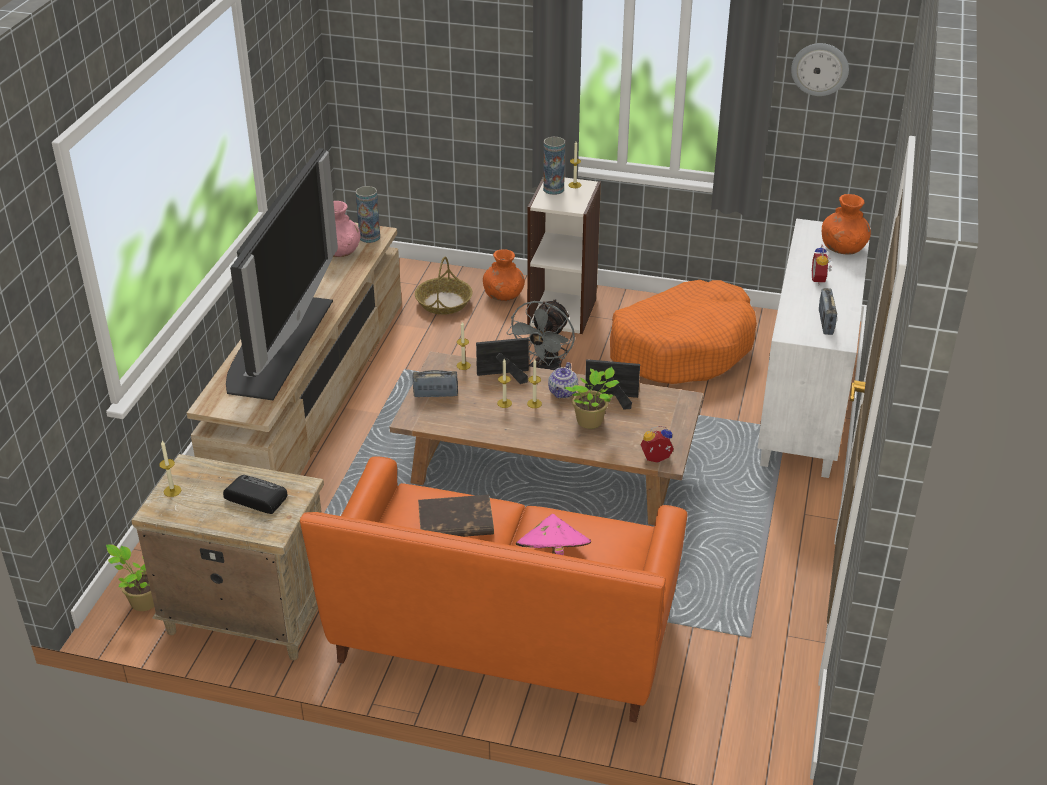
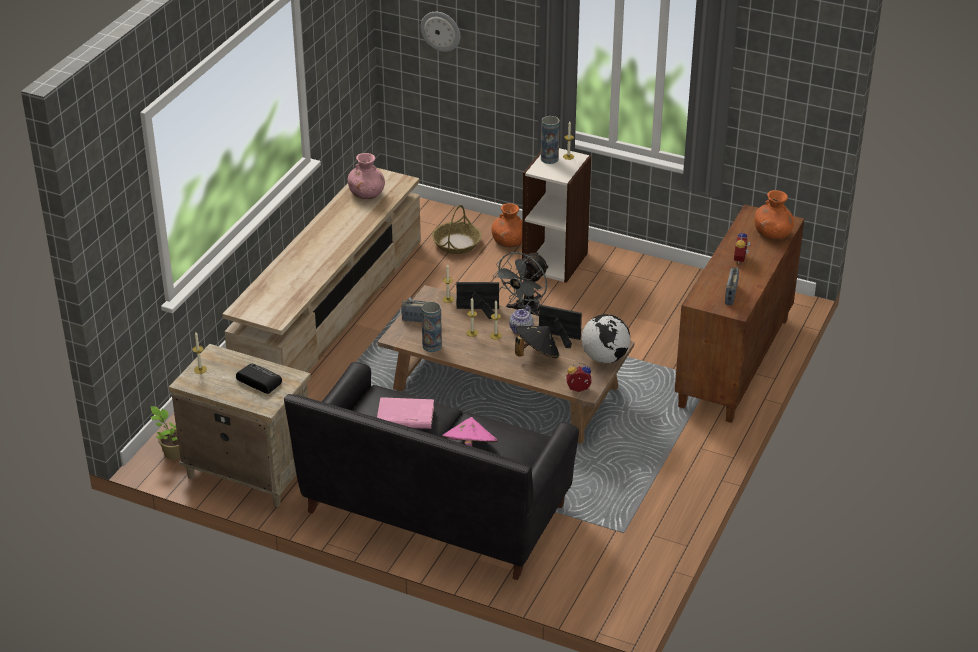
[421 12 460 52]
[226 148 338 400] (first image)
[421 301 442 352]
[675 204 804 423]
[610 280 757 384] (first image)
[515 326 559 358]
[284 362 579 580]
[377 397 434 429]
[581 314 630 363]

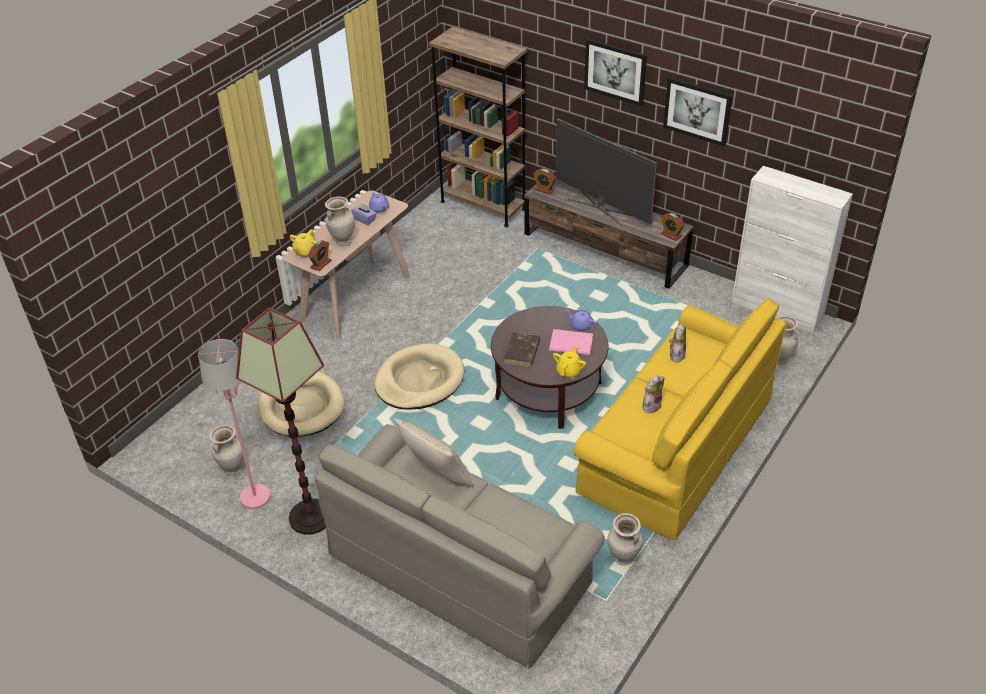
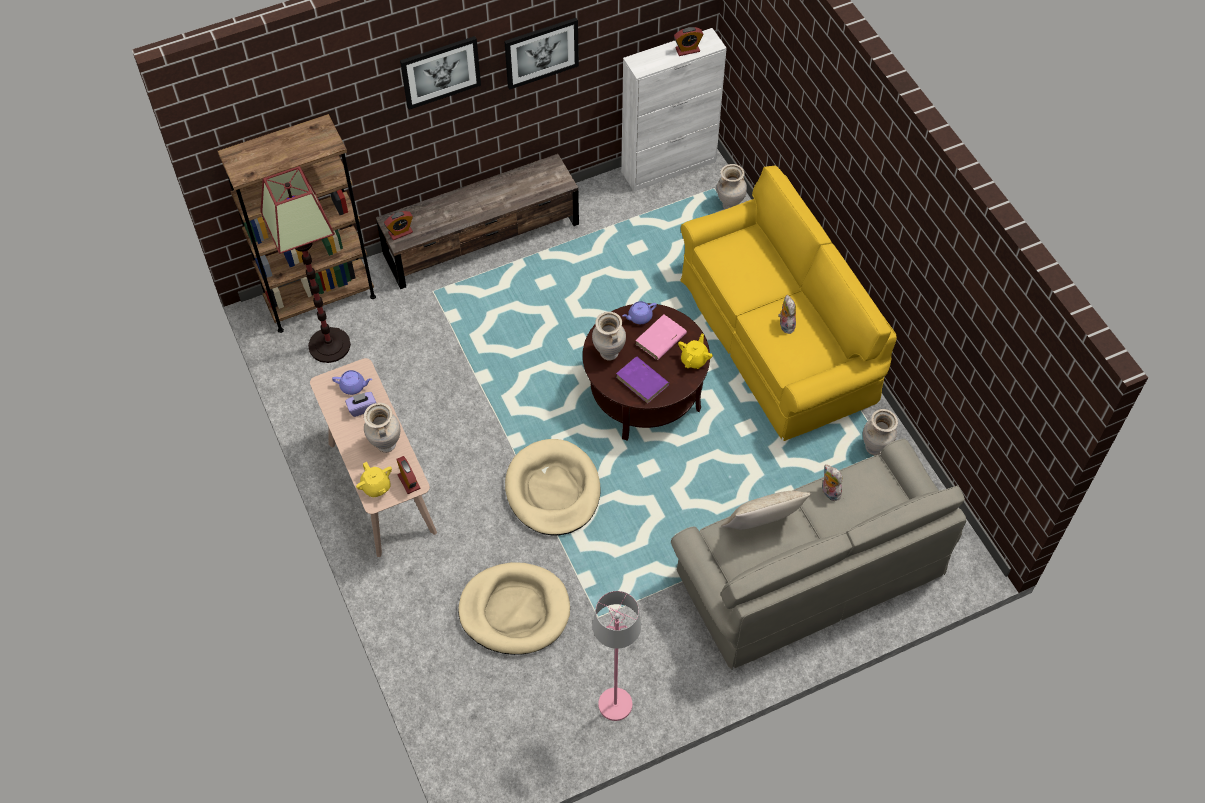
[556 118 657 226] (first image)
[674 27 703 56]
[260 166 351 363]
[822 464 842 501]
[616 357 669 404]
[678 334 713 369]
[592 312 626 361]

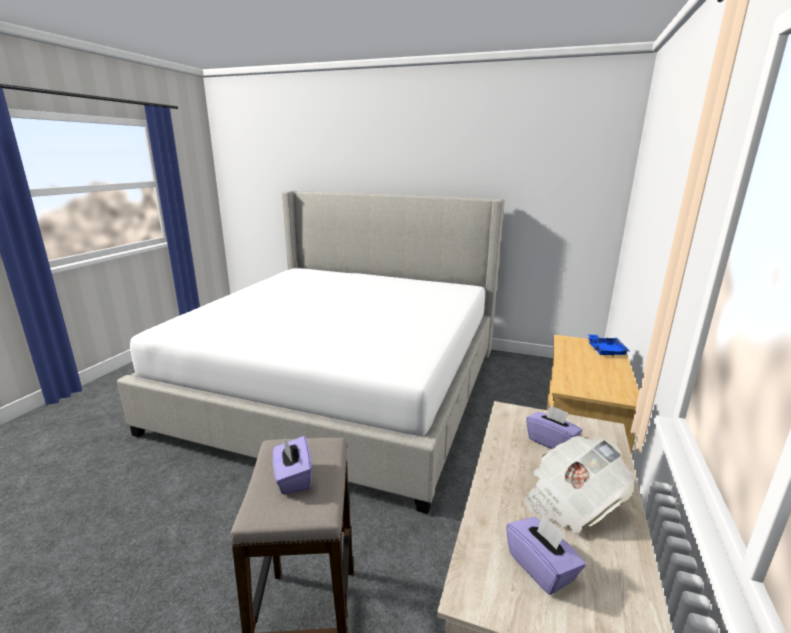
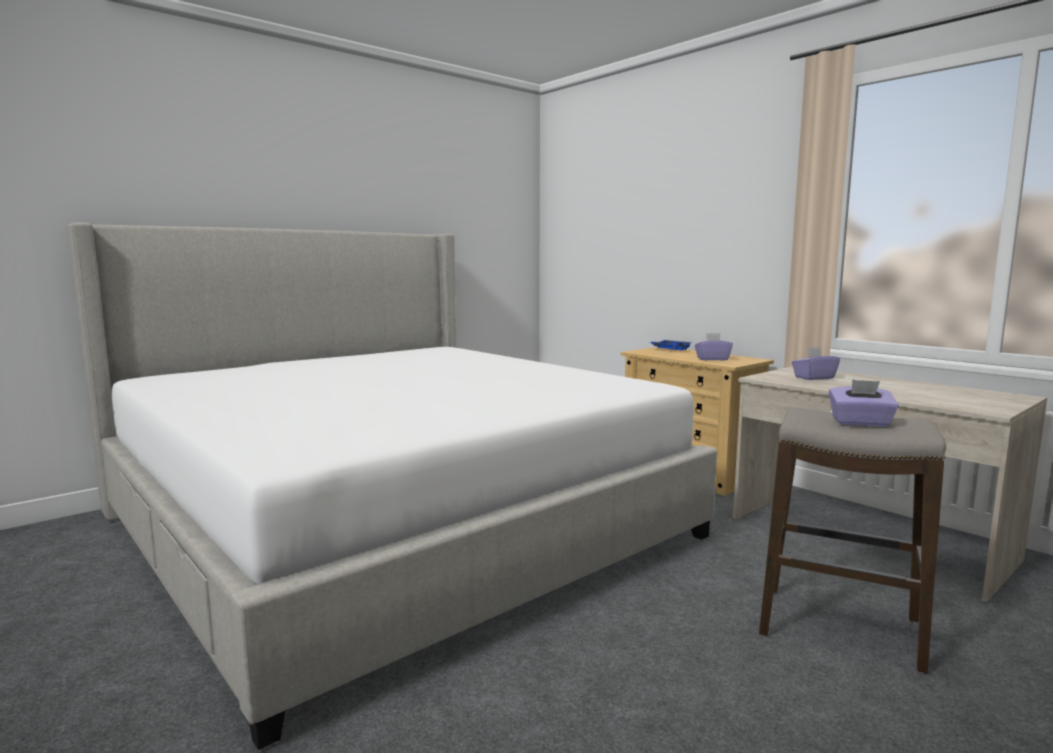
[523 436 634 533] (first image)
[695 333 733 360]

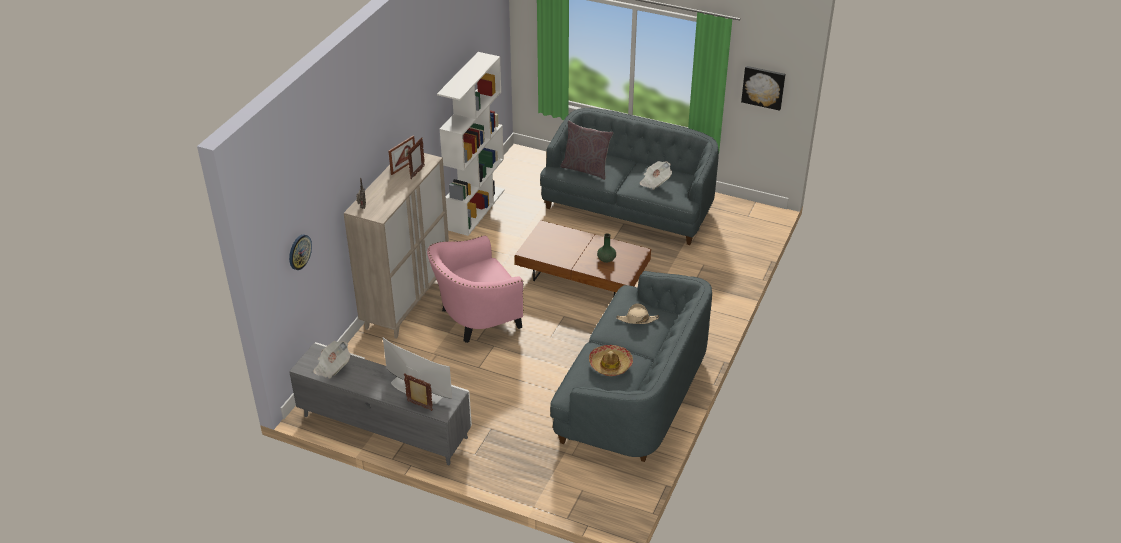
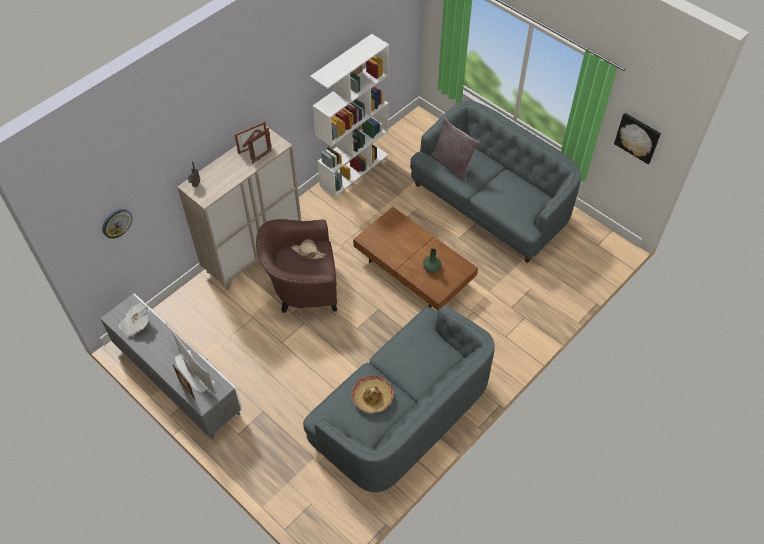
[640 161 672 189] (first image)
[256 219 337 313]
[291 239 326 259]

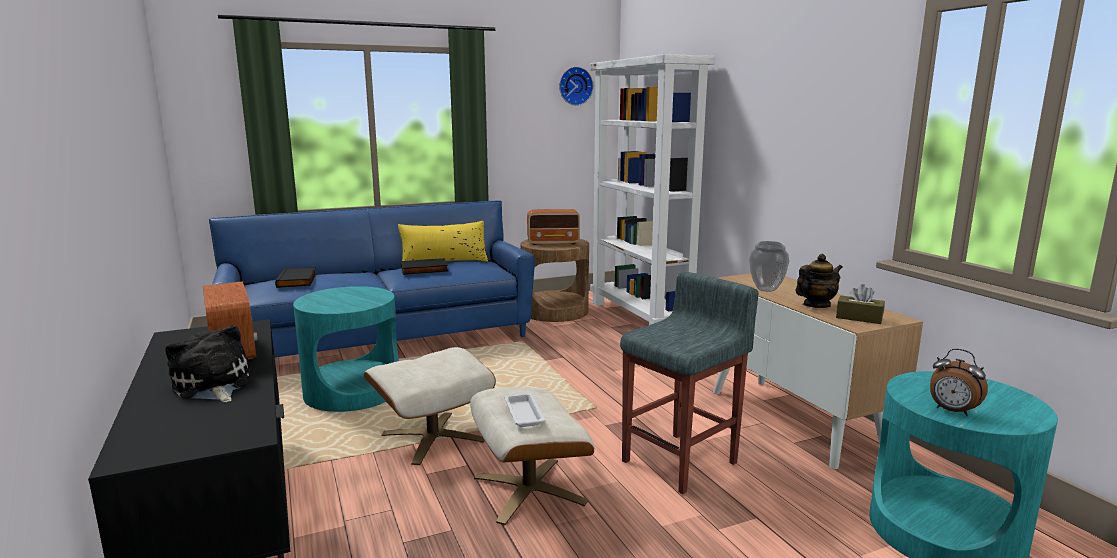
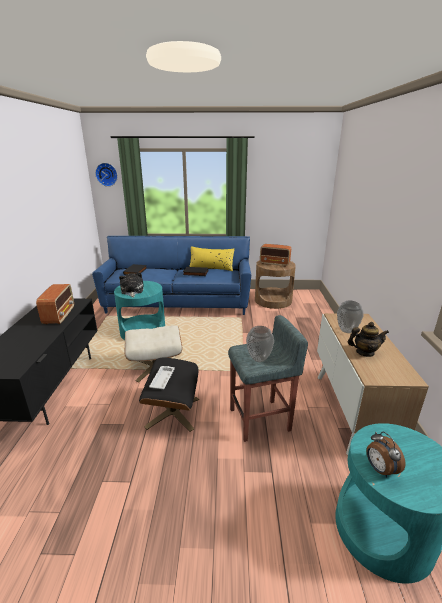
[590 54 715 325] (first image)
[95 163 118 187]
[836 284 885 324] (first image)
[119 272 144 298]
[139 358 199 432]
[246 326 274 362]

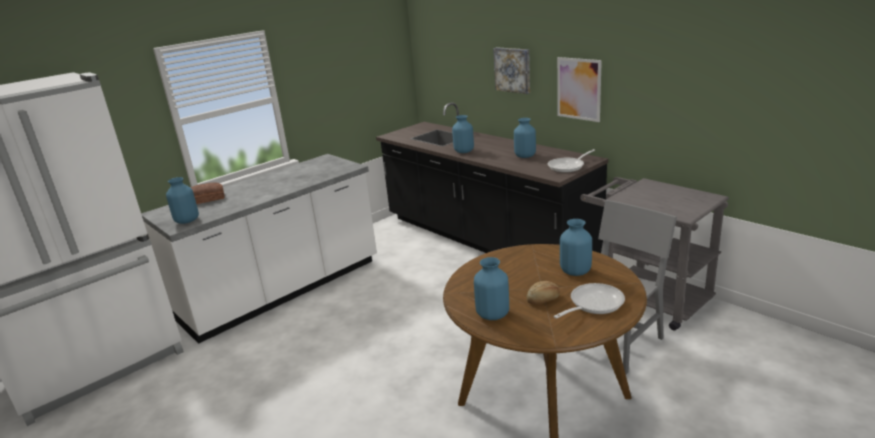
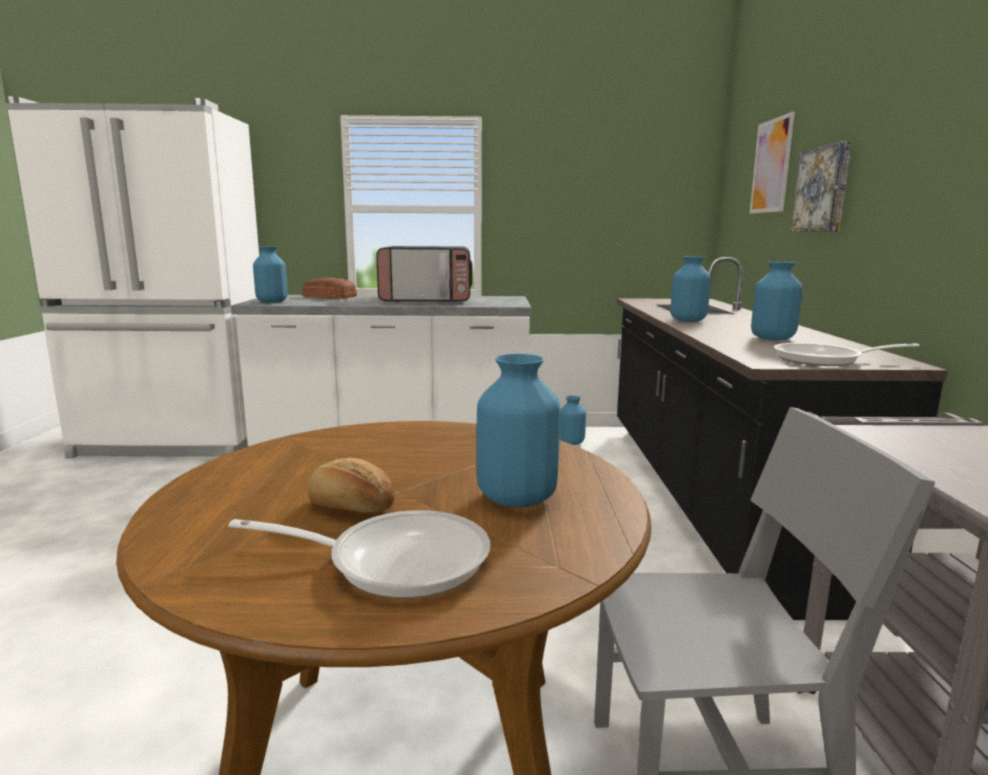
[750 112 795 214]
[560 396 586 445]
[376 246 472 303]

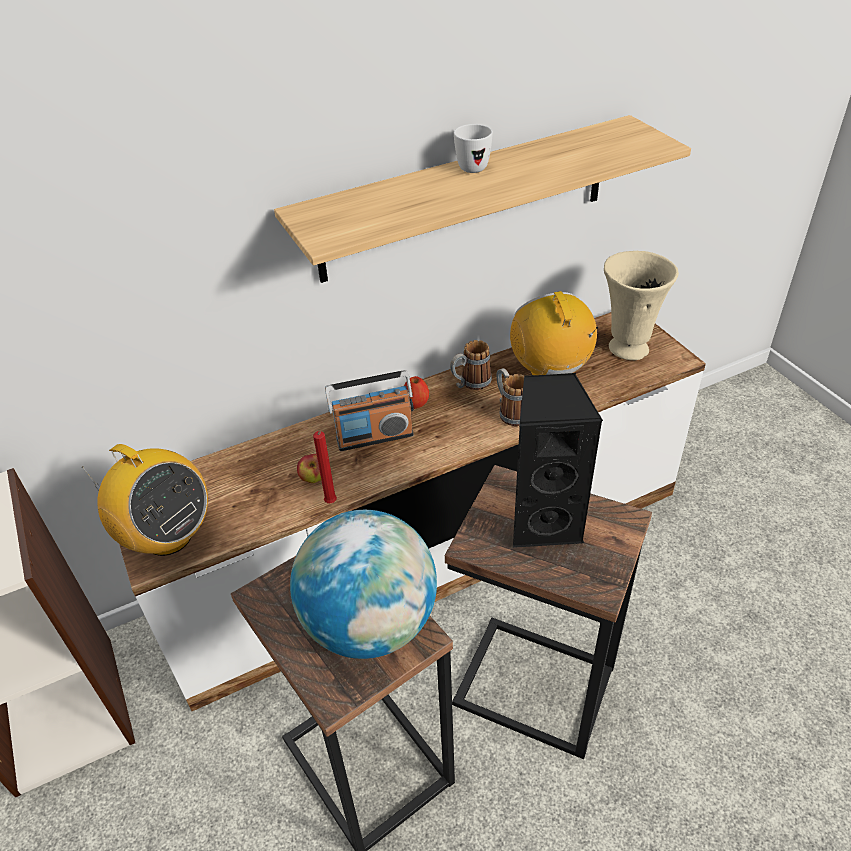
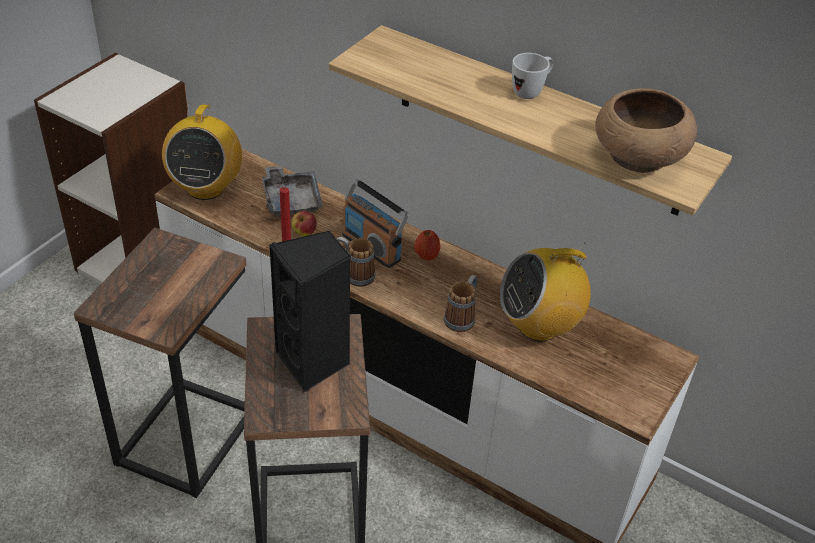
[604 251 679 360] (first image)
[500 243 591 342]
[337 237 376 287]
[290 510 437 659] (first image)
[595 88 697 173]
[262 166 323 217]

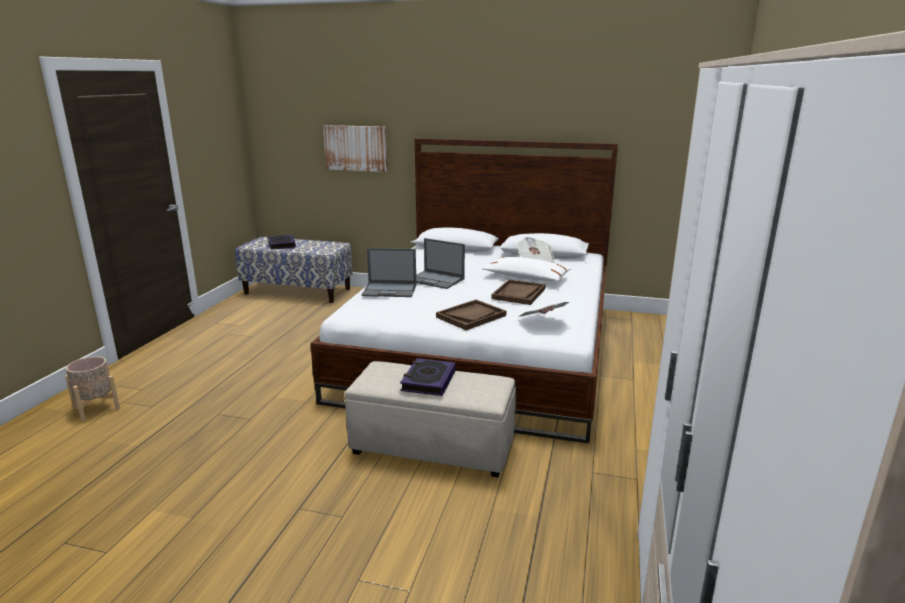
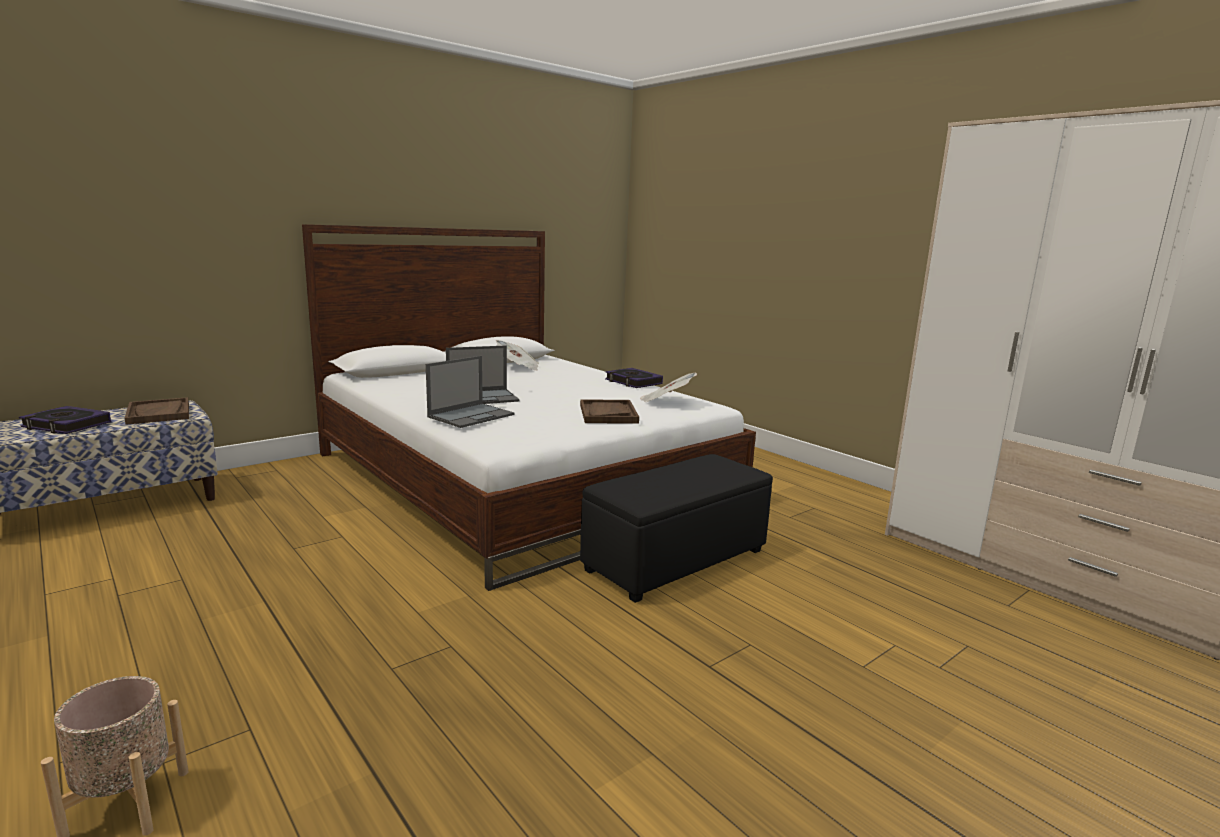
[323 125 388 172] (first image)
[482 257 571 281] (first image)
[125 397 189 425]
[605 368 663 388]
[580 454 773 603]

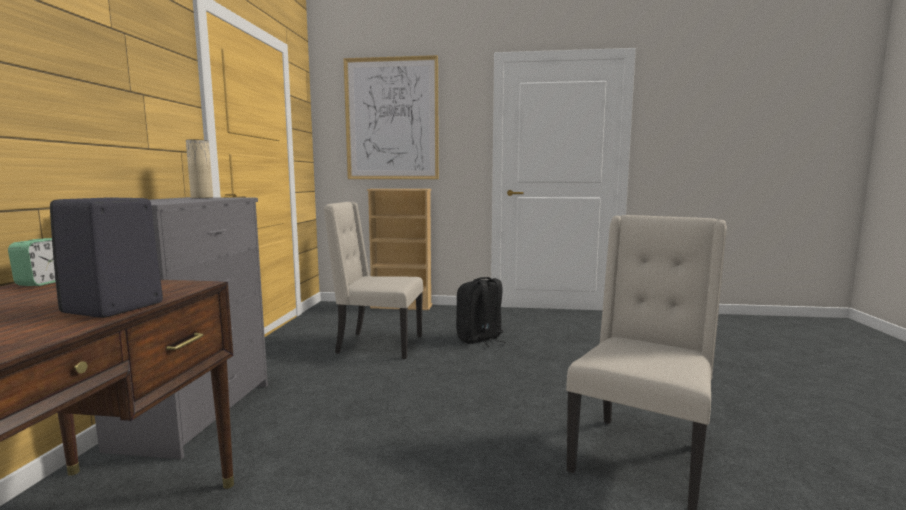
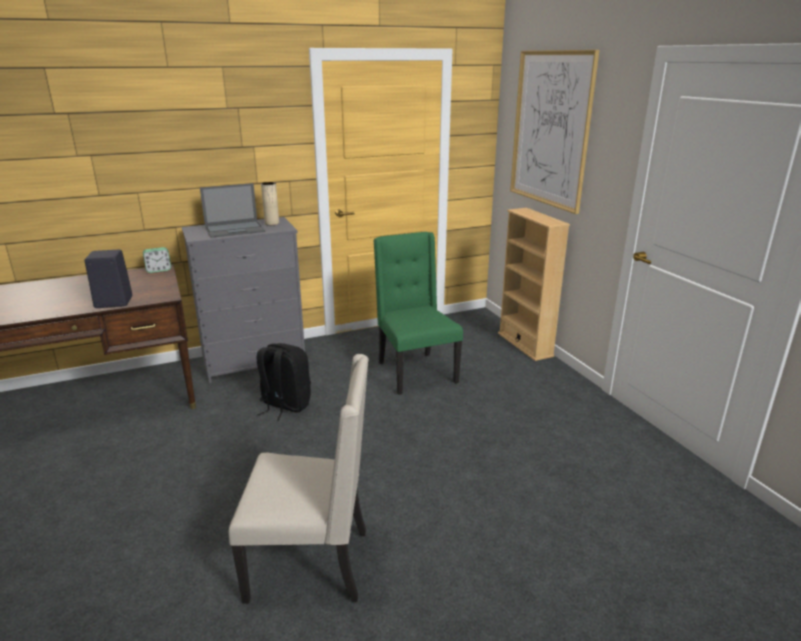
[373 232 463 395]
[257 343 311 421]
[200 183 265 238]

